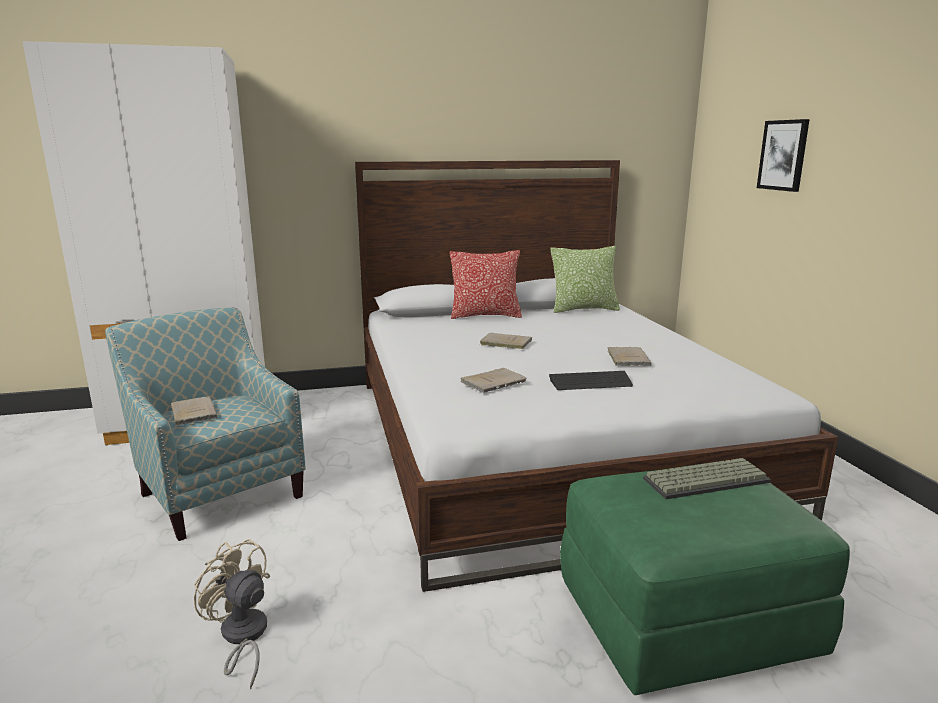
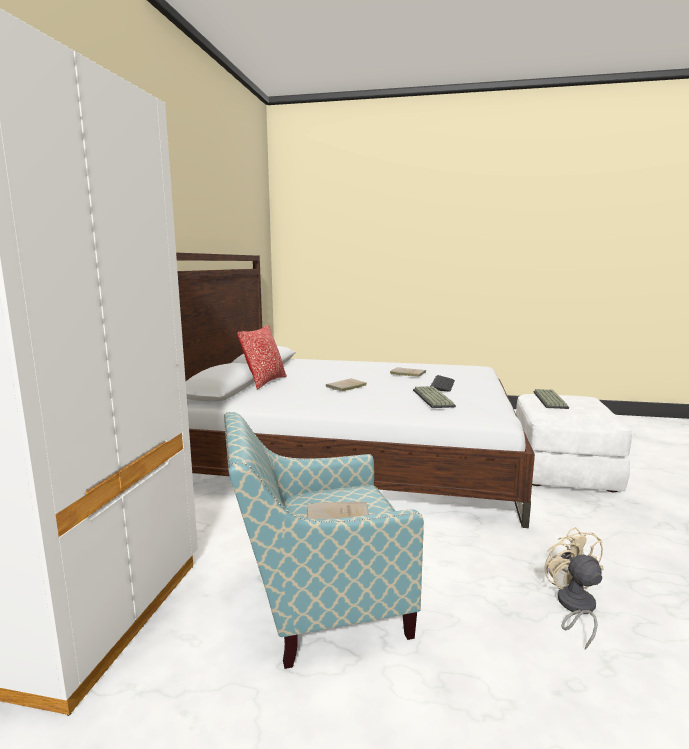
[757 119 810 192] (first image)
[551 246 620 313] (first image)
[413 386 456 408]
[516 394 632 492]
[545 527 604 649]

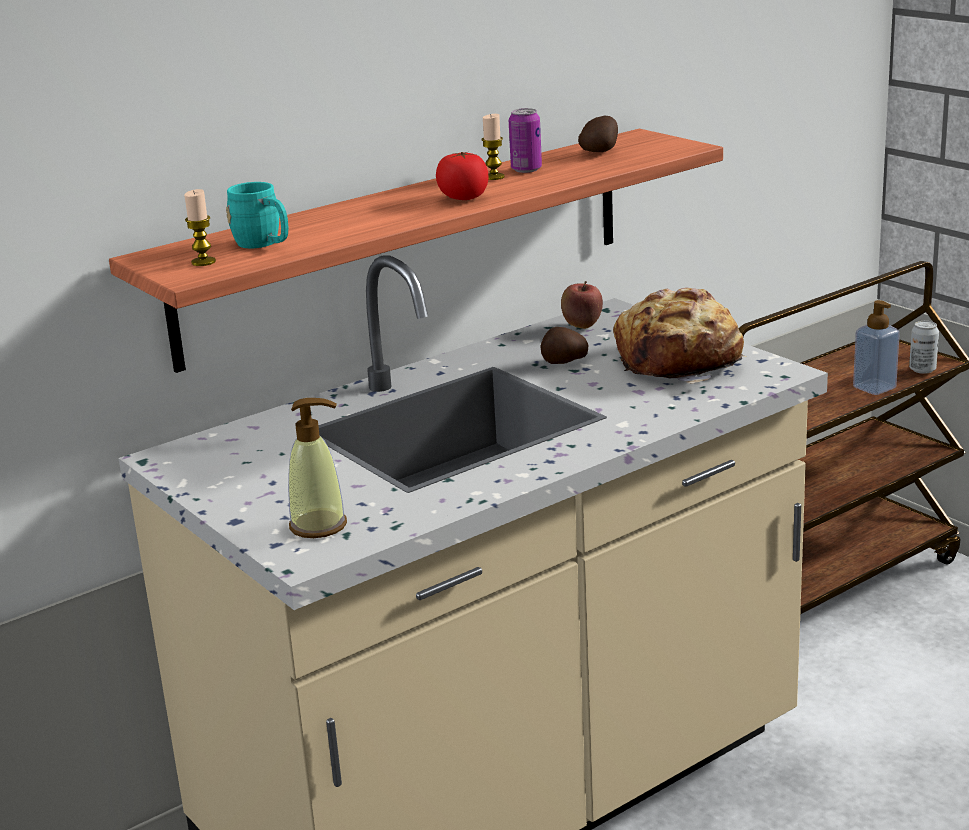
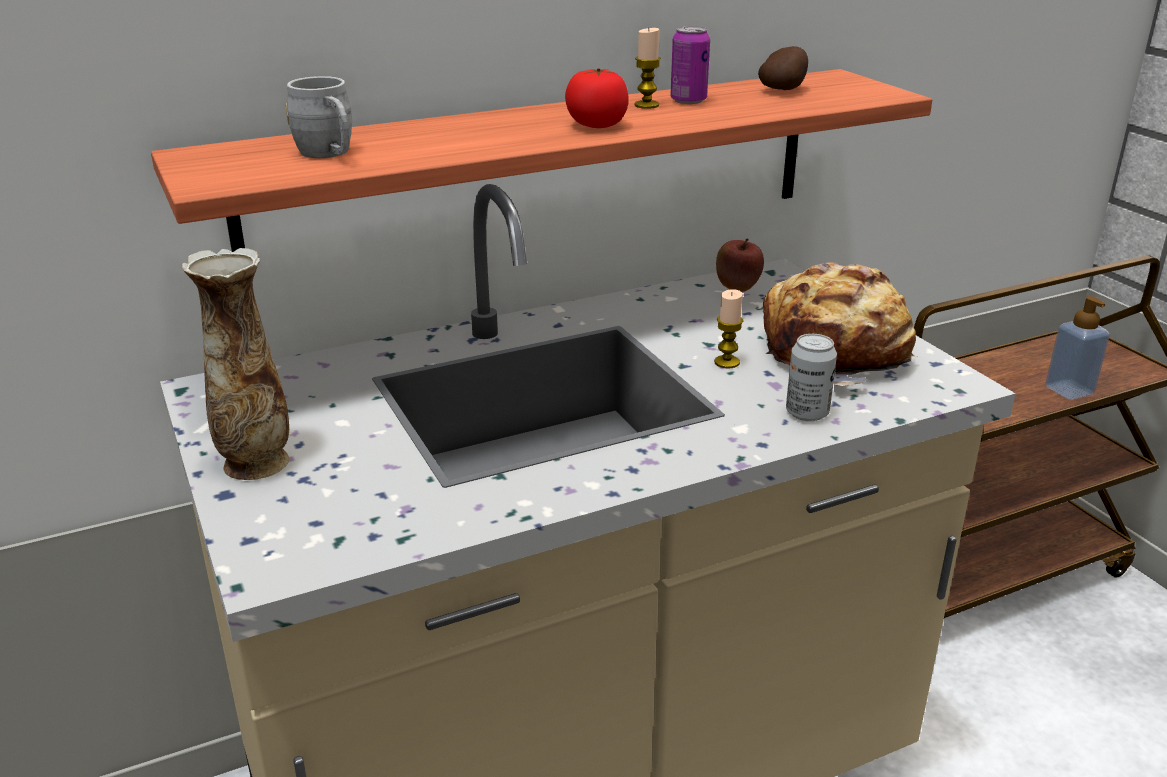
[286 76 352 158]
[714 289 743 368]
[786 334 837 421]
[540 327 588 364] (first image)
[288 398 347 538] (first image)
[182 248 289 480]

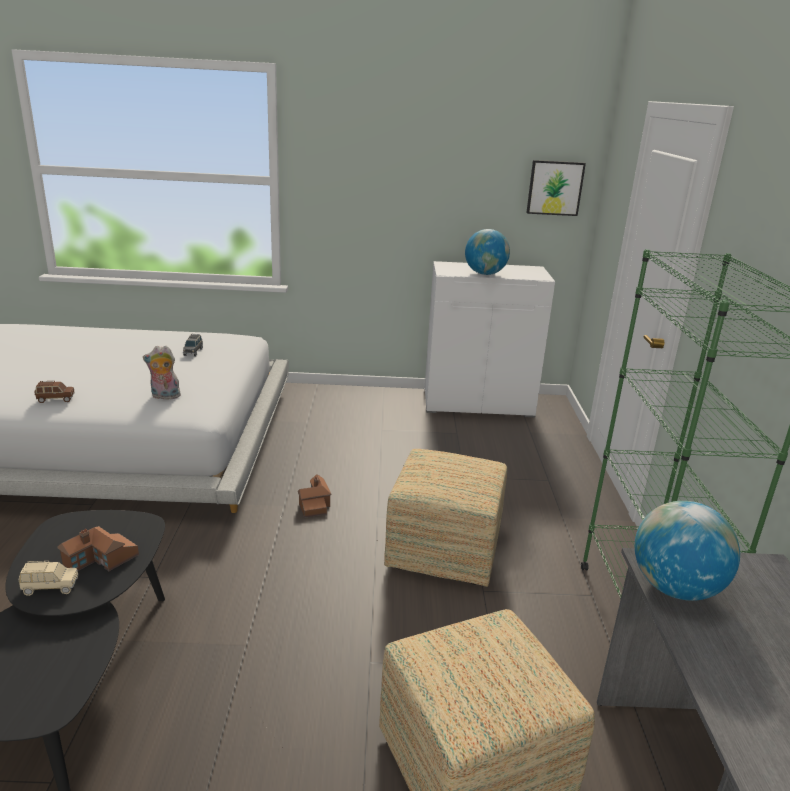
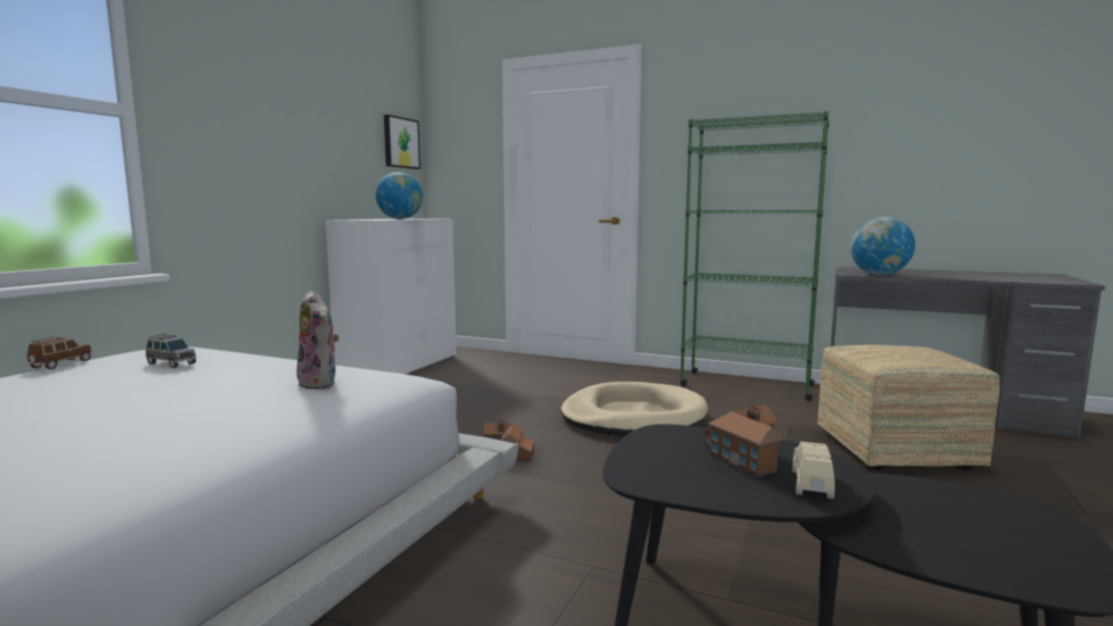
[296 291 339 390]
[27 337 92 369]
[561 382 708 436]

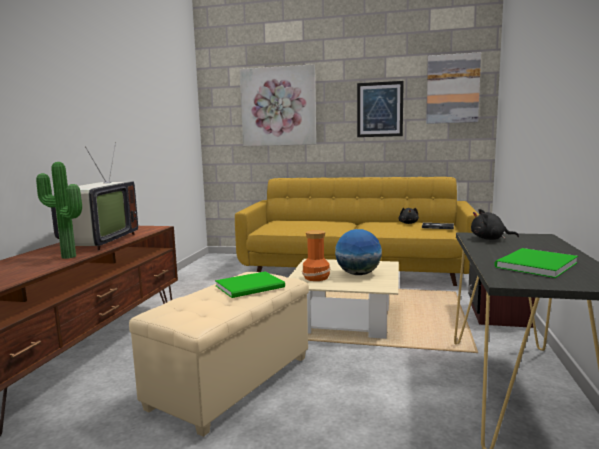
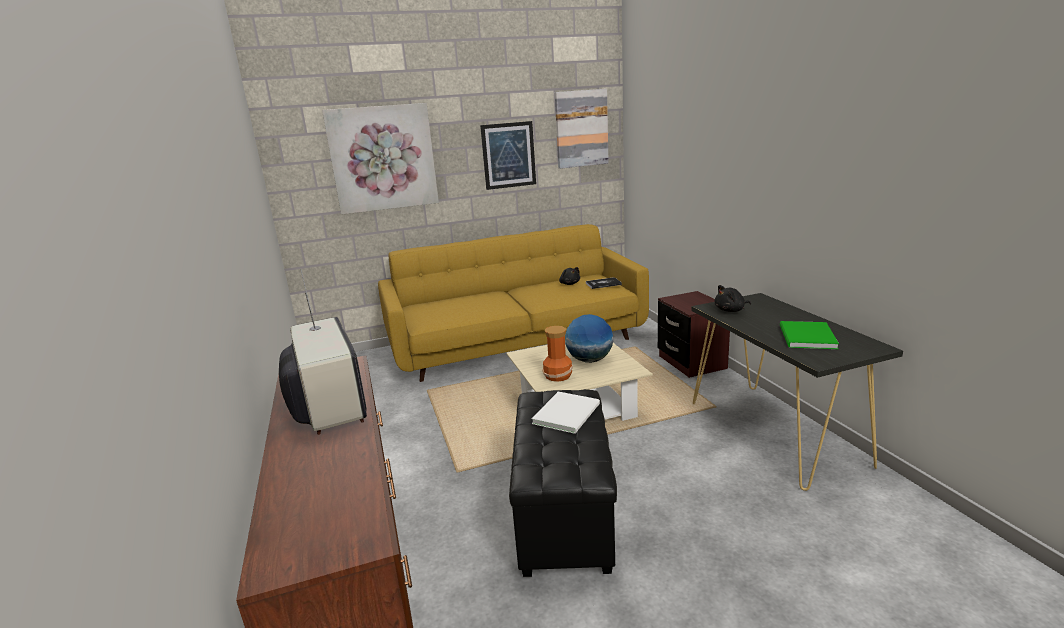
[36 162 82 259] (first image)
[532 392 600 434]
[509 389 617 577]

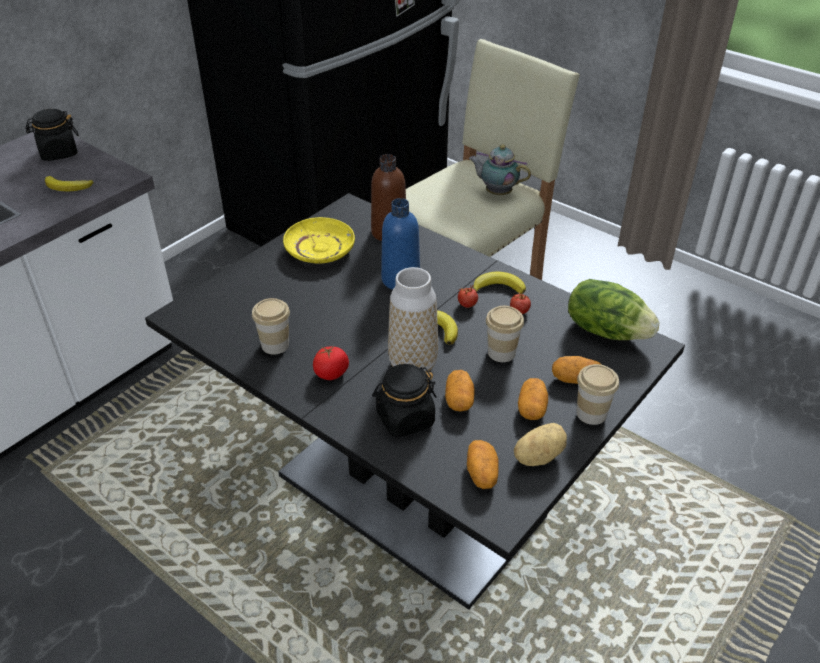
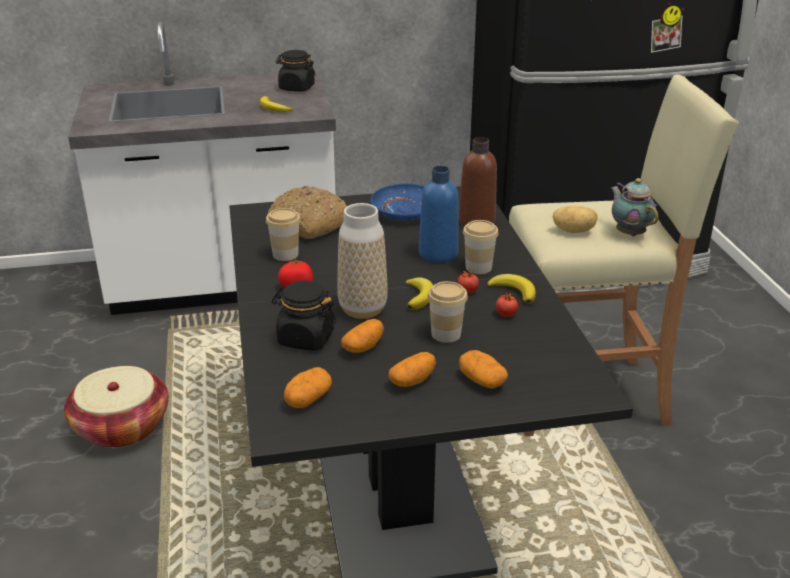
[371 184 425 220]
[568 279 660 340] (first image)
[463 220 499 274]
[553 206 597 233]
[267 186 347 239]
[64 366 169 448]

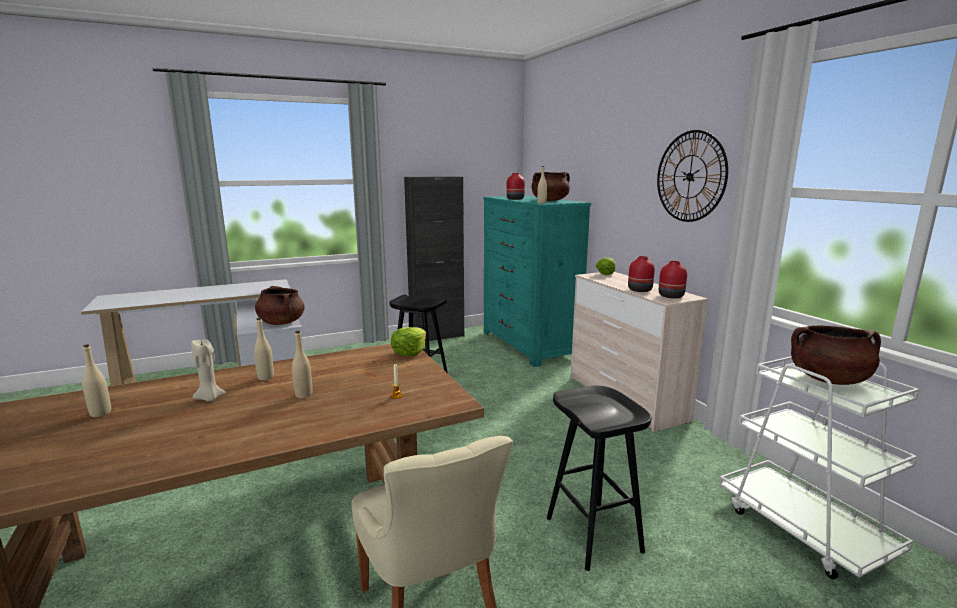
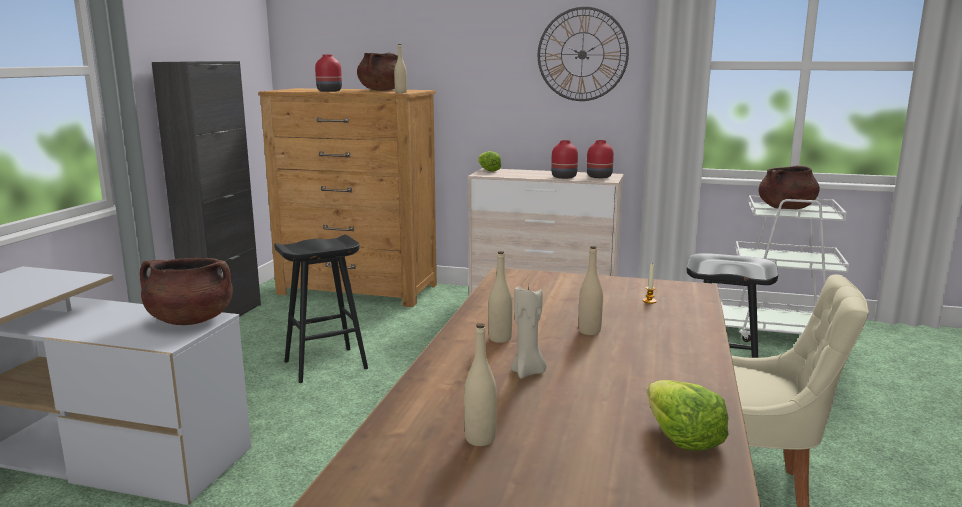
[258 88 437 307]
[647 380 729 451]

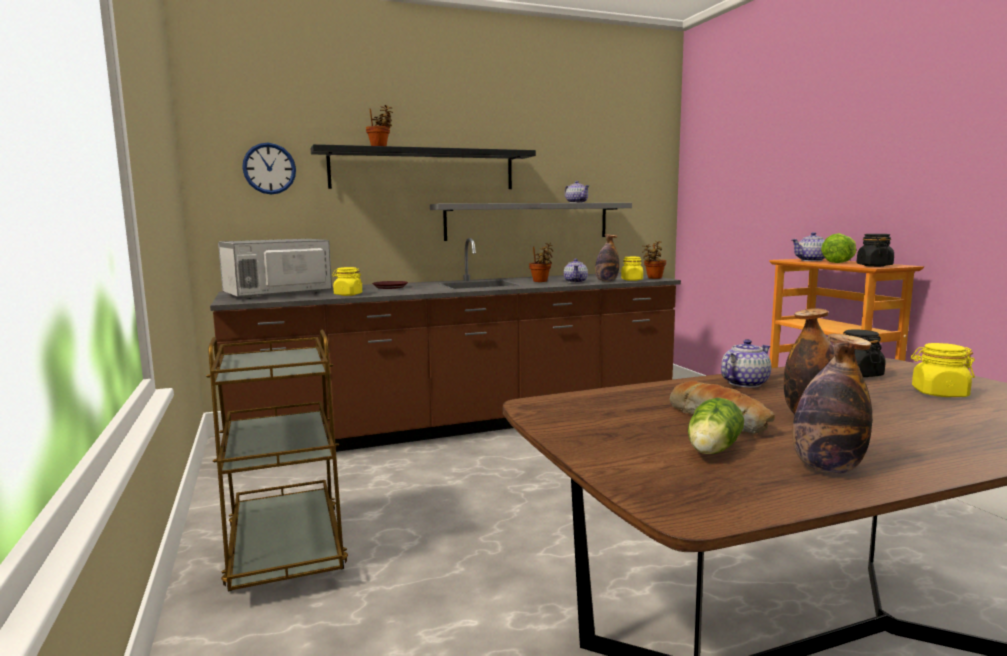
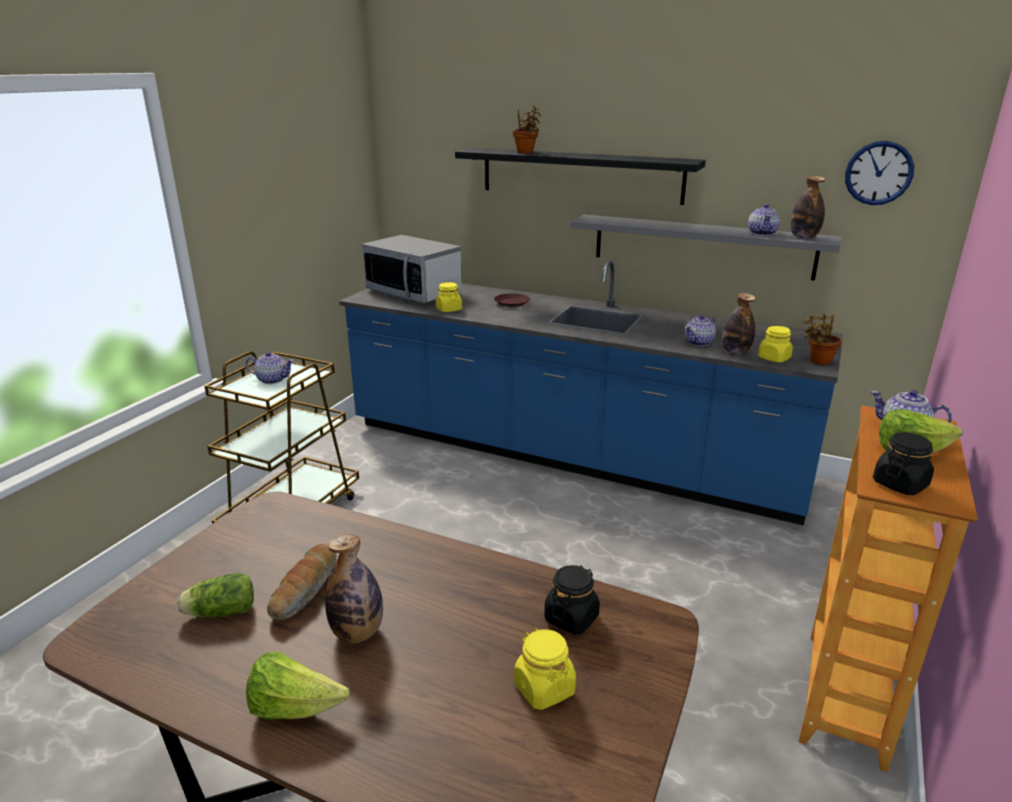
[845 141 914 205]
[339 261 843 525]
[362 235 462 303]
[529 243 553 282] (first image)
[791 176 825 239]
[246 352 294 384]
[246 652 350 719]

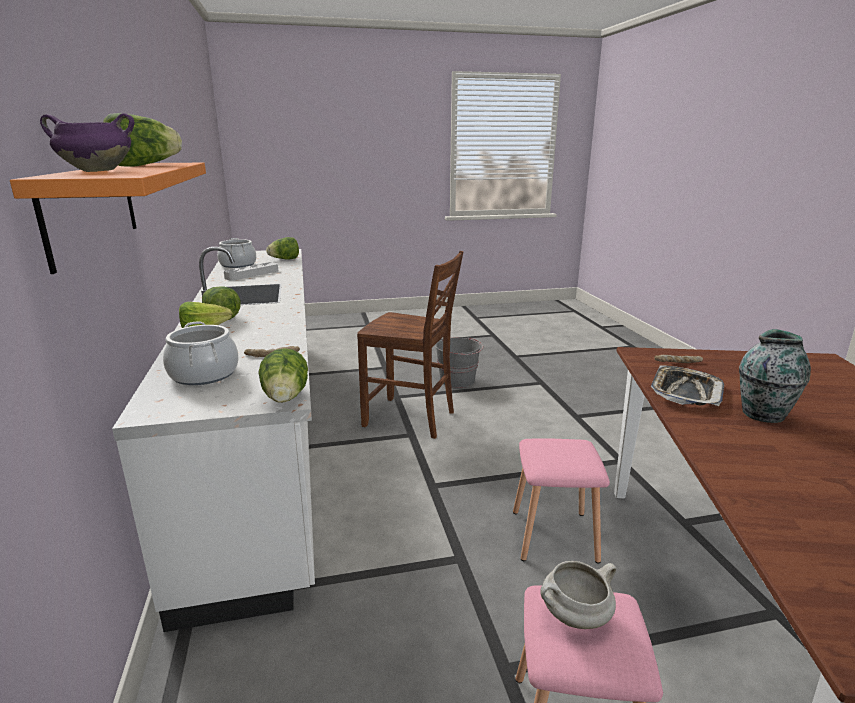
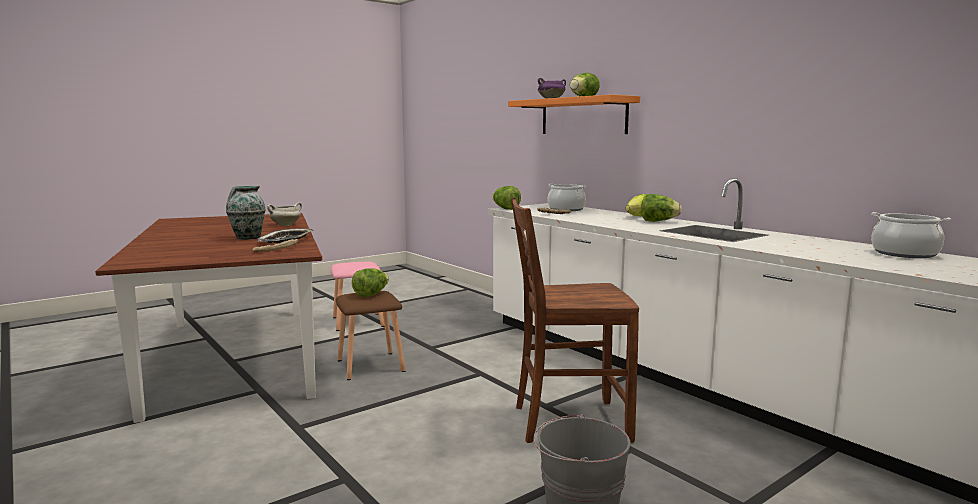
[352 268 389 297]
[224 262 278 281] (first image)
[336 291 405 380]
[267 202 302 226]

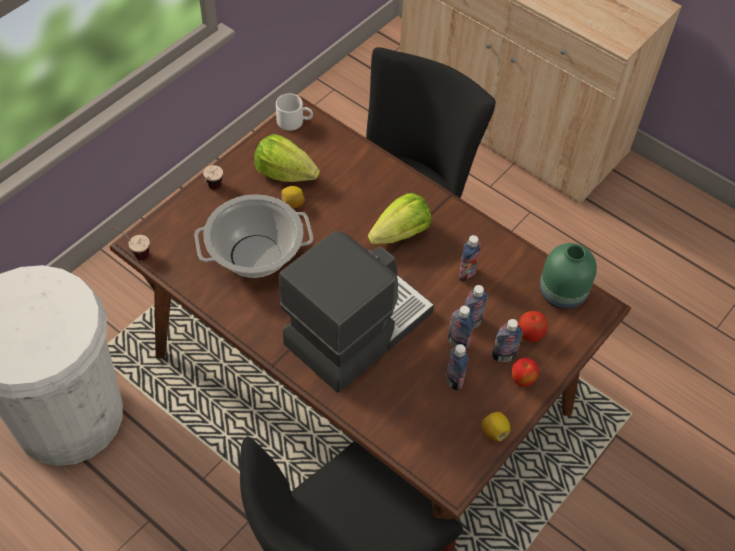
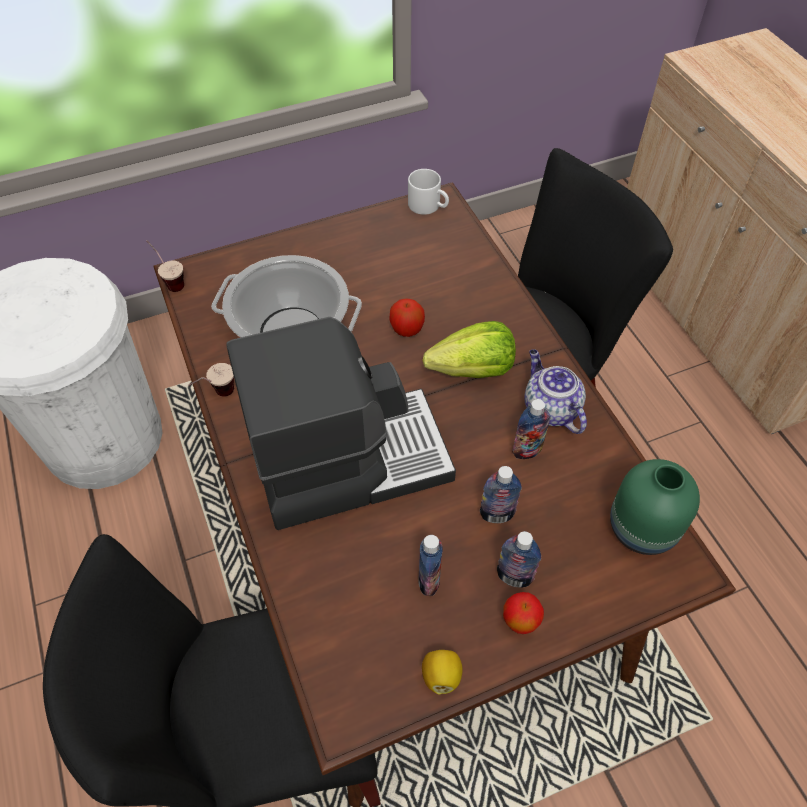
[254 134 320 182] (first image)
[188 363 234 397]
[281 186 305 208] (first image)
[448 306 474 350] (first image)
[389 299 425 337]
[524 349 587 434]

